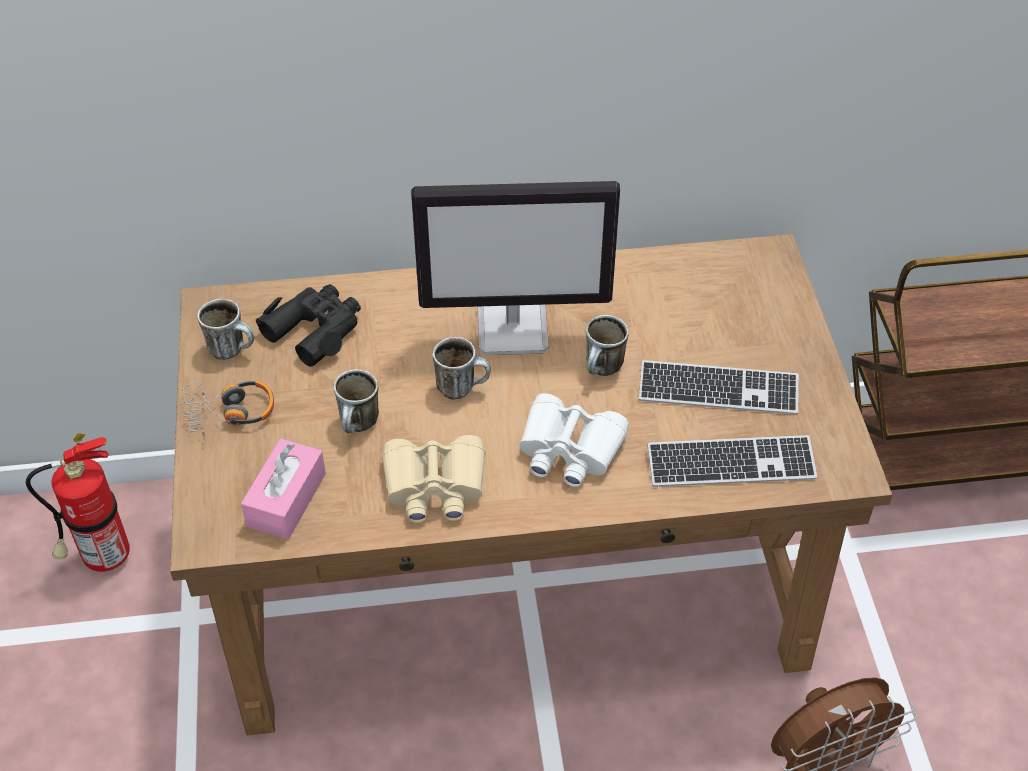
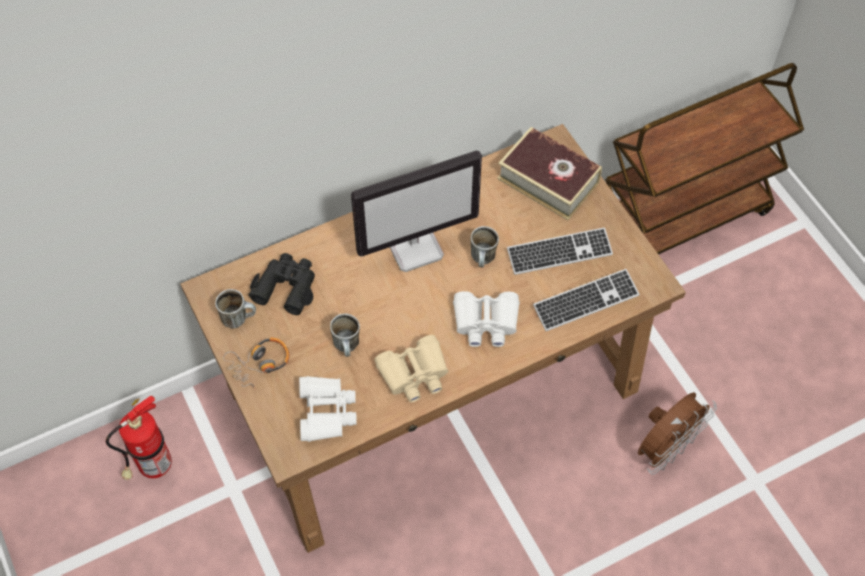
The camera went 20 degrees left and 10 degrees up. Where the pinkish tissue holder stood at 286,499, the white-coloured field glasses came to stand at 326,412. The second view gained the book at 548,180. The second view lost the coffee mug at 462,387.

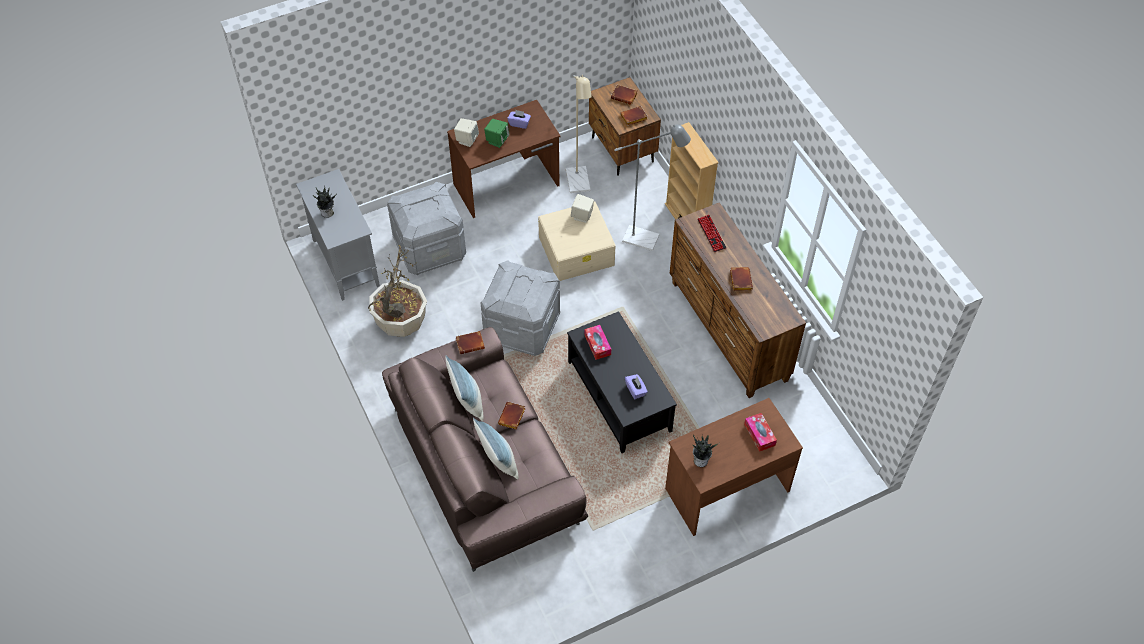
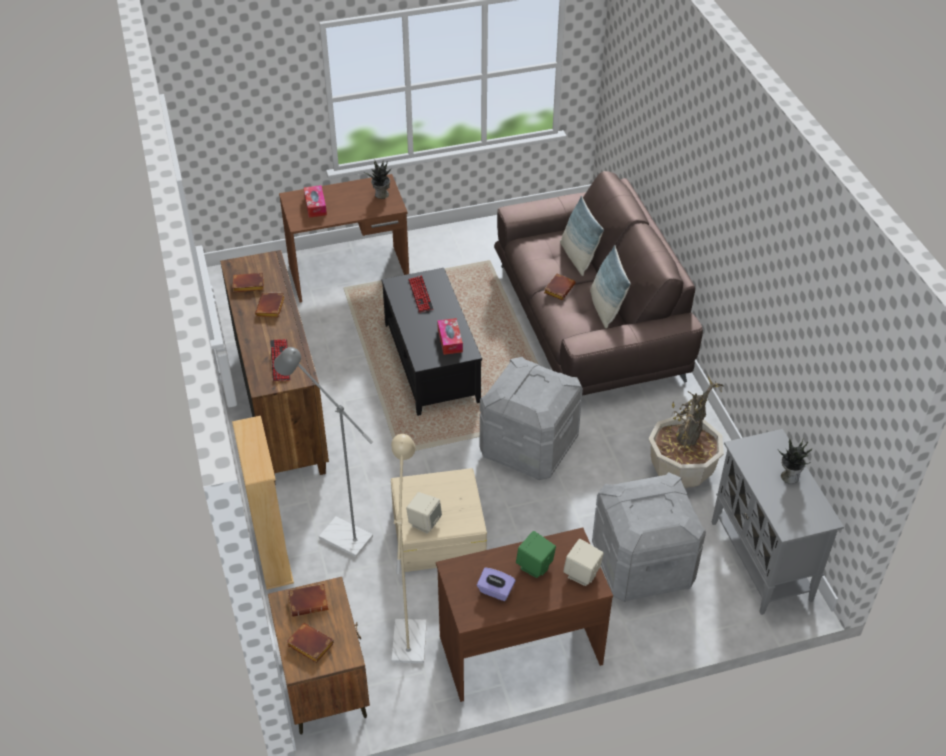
The camera went 170 degrees left and 10 degrees down. The brown book ended up elsewhere, having gone from 470,343 to 247,286. Where the purplish tissue holder stood at 635,390, the computer keyboard came to stand at 420,295.

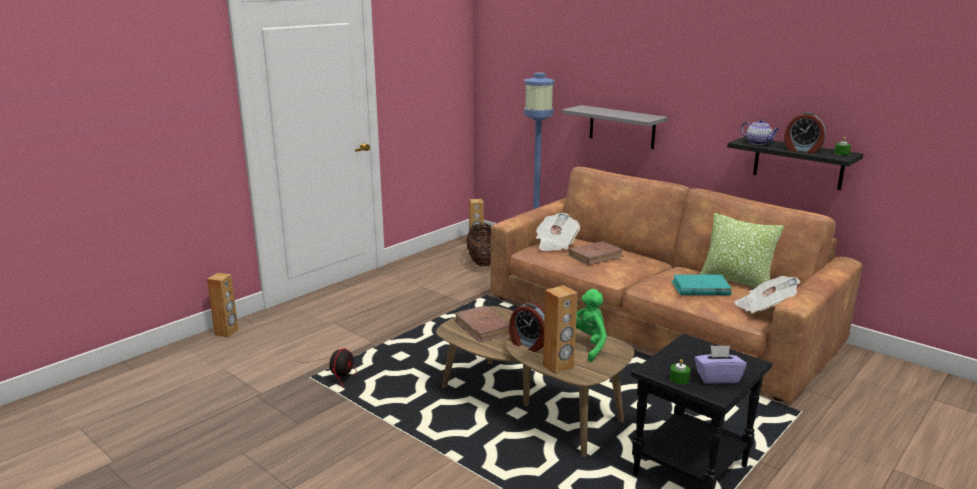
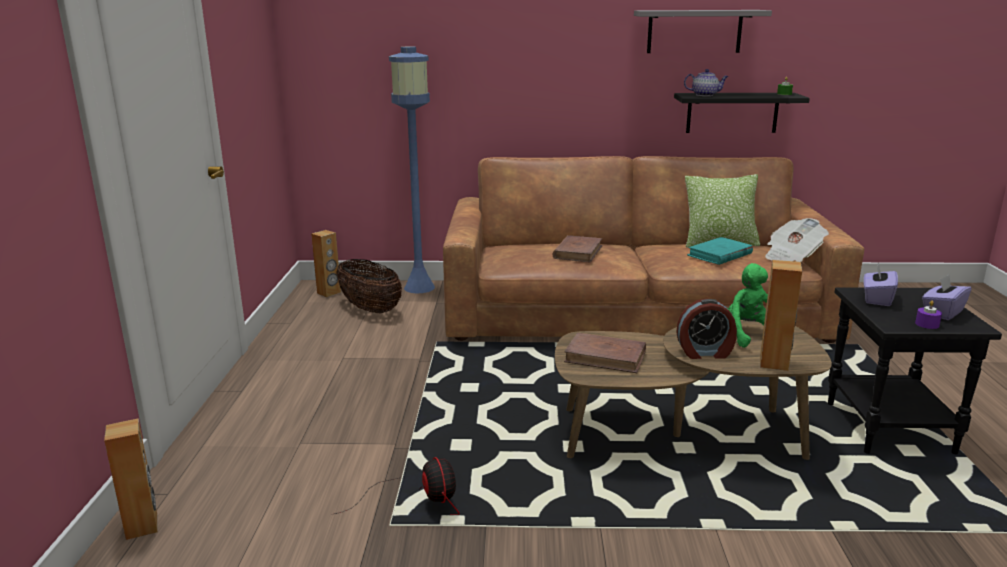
The camera went 40 degrees left and 0 degrees up. The grey wall shelf ended up elsewhere, having gone from 622,127 to 694,31. The second view gained the purplish tissue holder at 876,299. What was the green candle at 679,379 turned into the purplish candle at 927,324. The second view lost the printed paper at 555,244. The second view lost the alarm clock at 802,150.

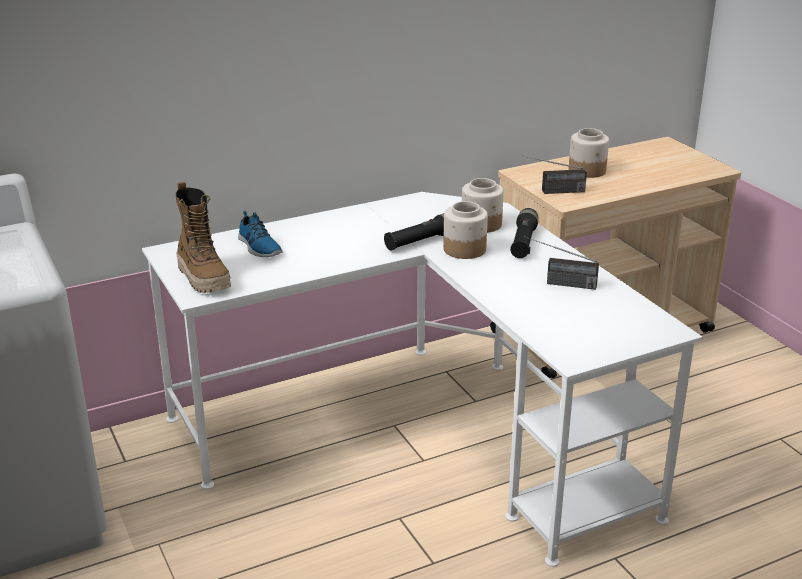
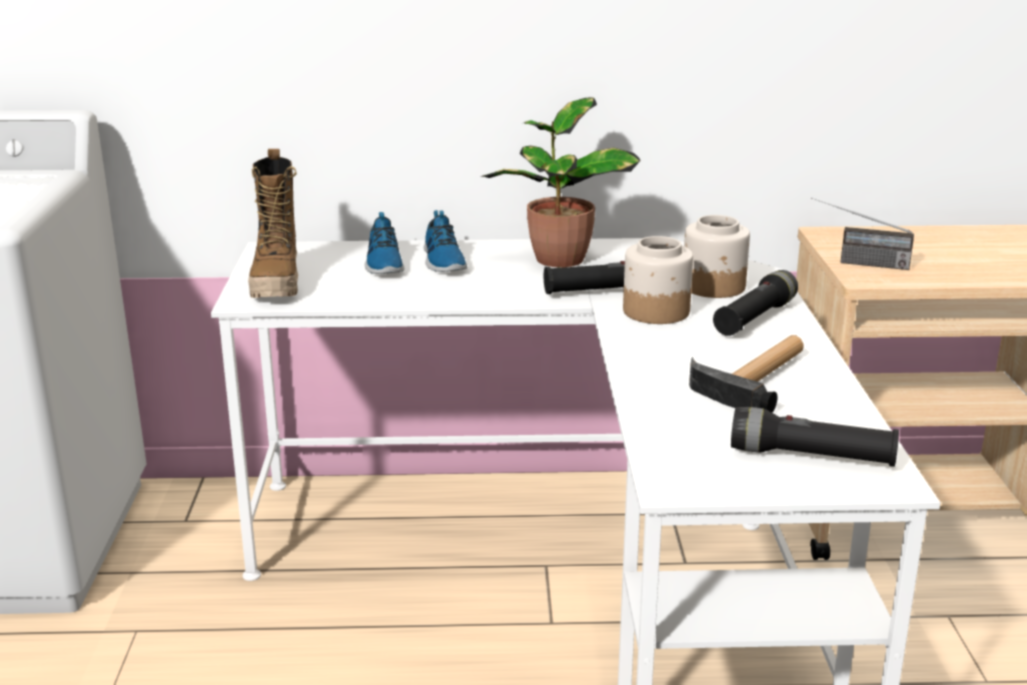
The camera went 25 degrees right and 5 degrees down. The second view gained the low shoe at 442,261. The second view gained the plant in a pot at 558,260. Where the radio stood at 558,283, the hand hammer came to stand at 757,378. The second view gained the blackish hand torch at 811,457. The second view lost the preserve jar at 587,171.

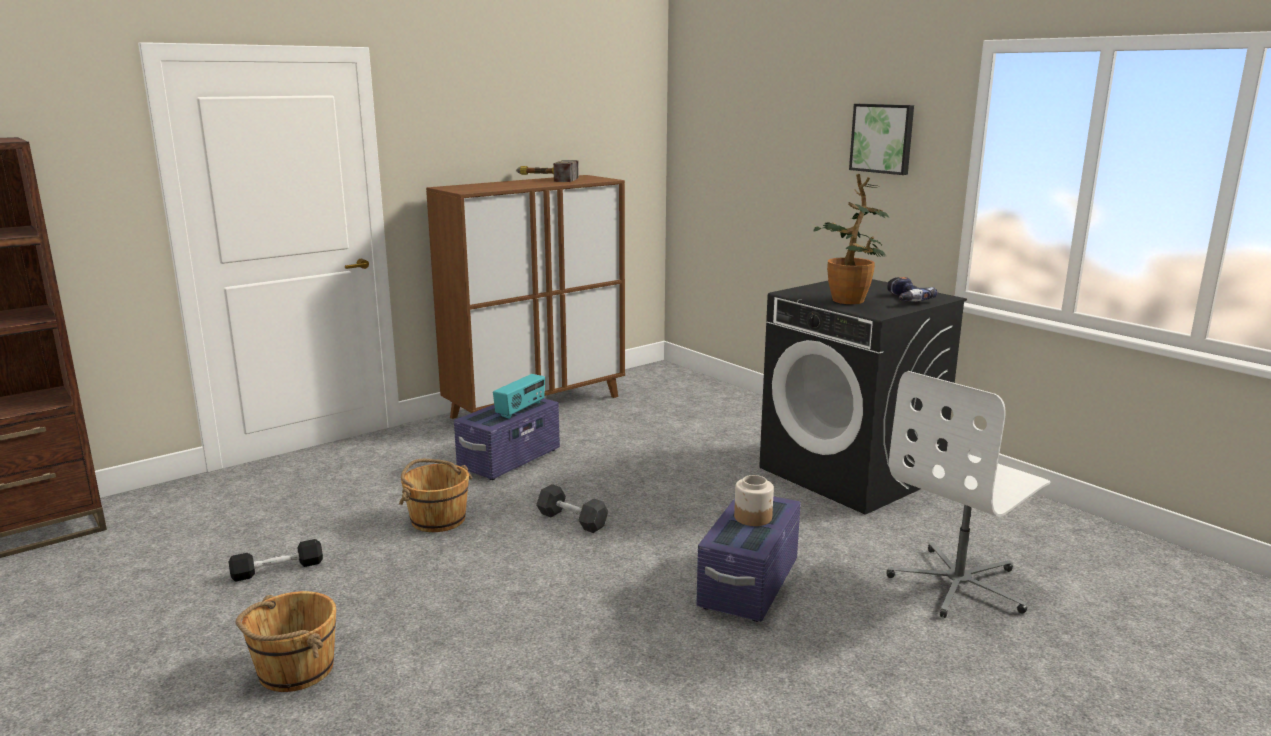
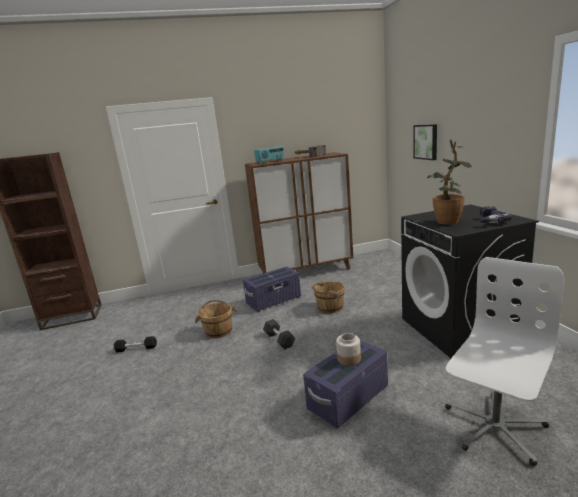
The camera went 25 degrees right and 0 degrees up. The radio ended up elsewhere, having gone from 521,409 to 270,162. The brown water bucket ended up elsewhere, having gone from 294,670 to 329,307. The wall picture ended up elsewhere, having gone from 883,138 to 426,142. The white-coloured desk chair at 959,584 ended up facing another way, 150 degrees clockwise from before.

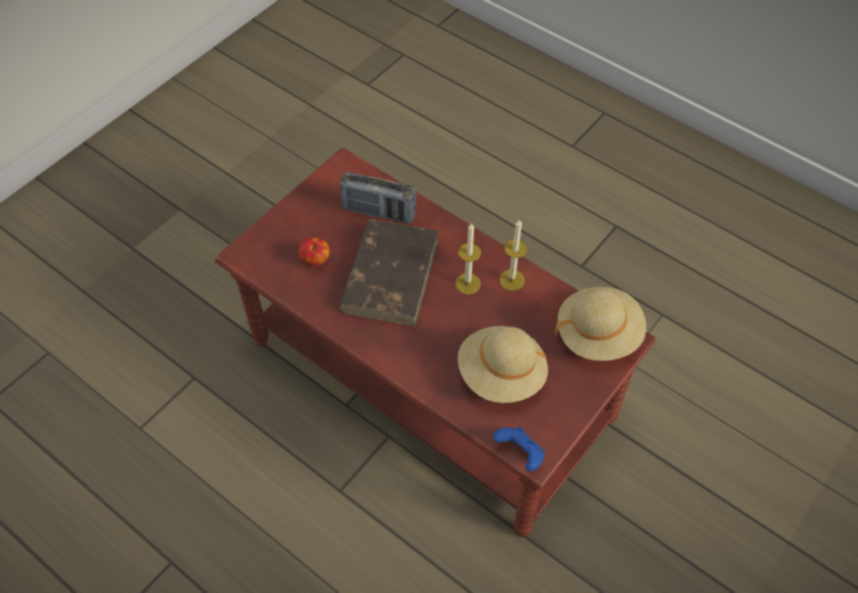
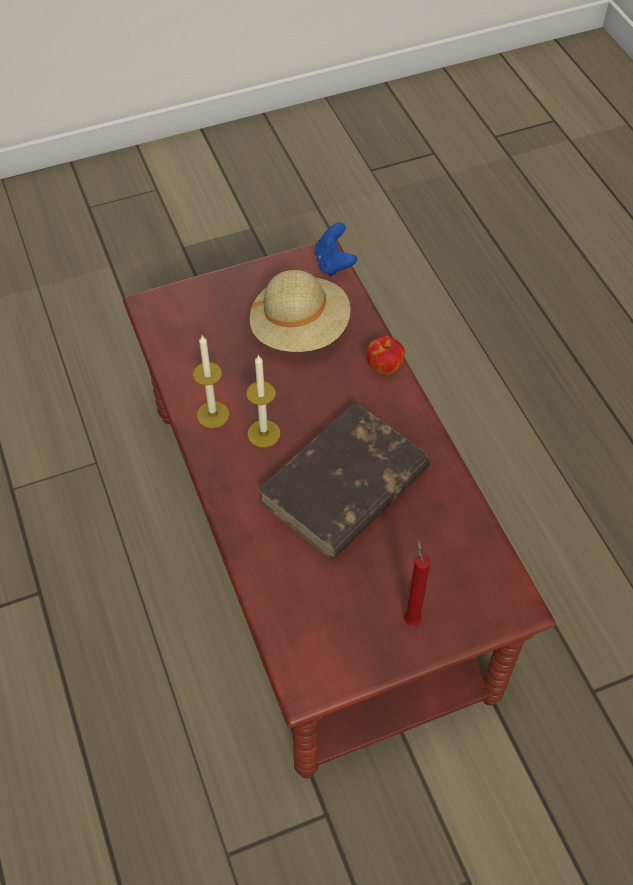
The camera went 150 degrees left and 0 degrees up. The apple fruit ended up elsewhere, having gone from 315,260 to 384,366. The second view gained the reddish candle at 411,618. The second view lost the radio at 378,212. The second view lost the beige wearable hat at 598,334.

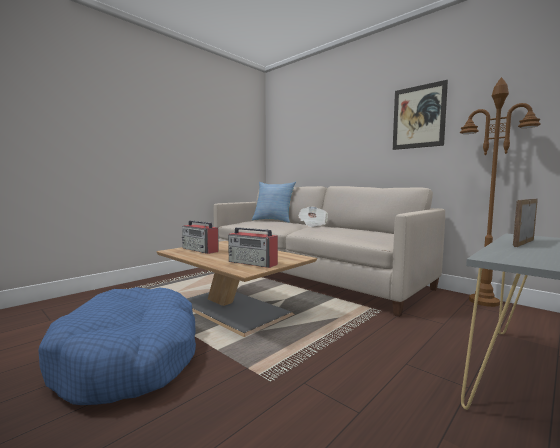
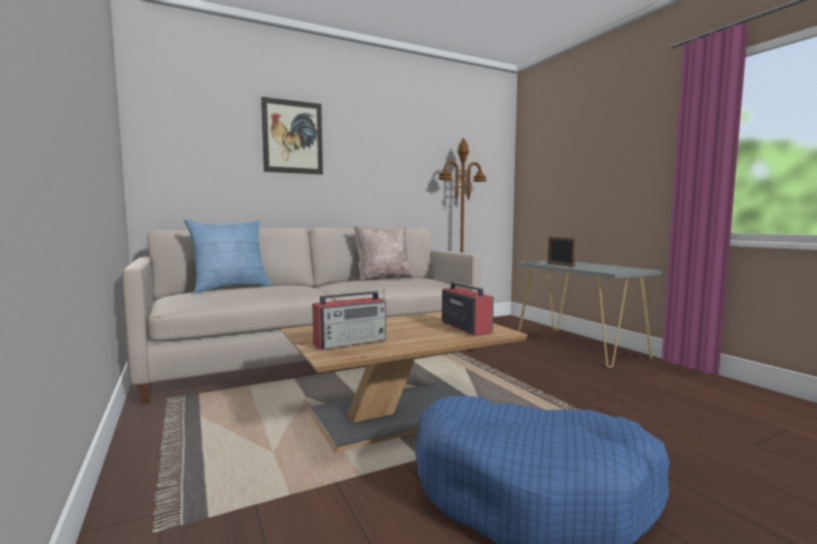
The camera went 70 degrees left and 0 degrees up. The wall picture ended up elsewhere, having gone from 418,117 to 293,137. The second view gained the beige pillow at 383,278. The radio at 253,263 ended up facing another way, 75 degrees counterclockwise from before. The second view lost the printed paper at 312,225.

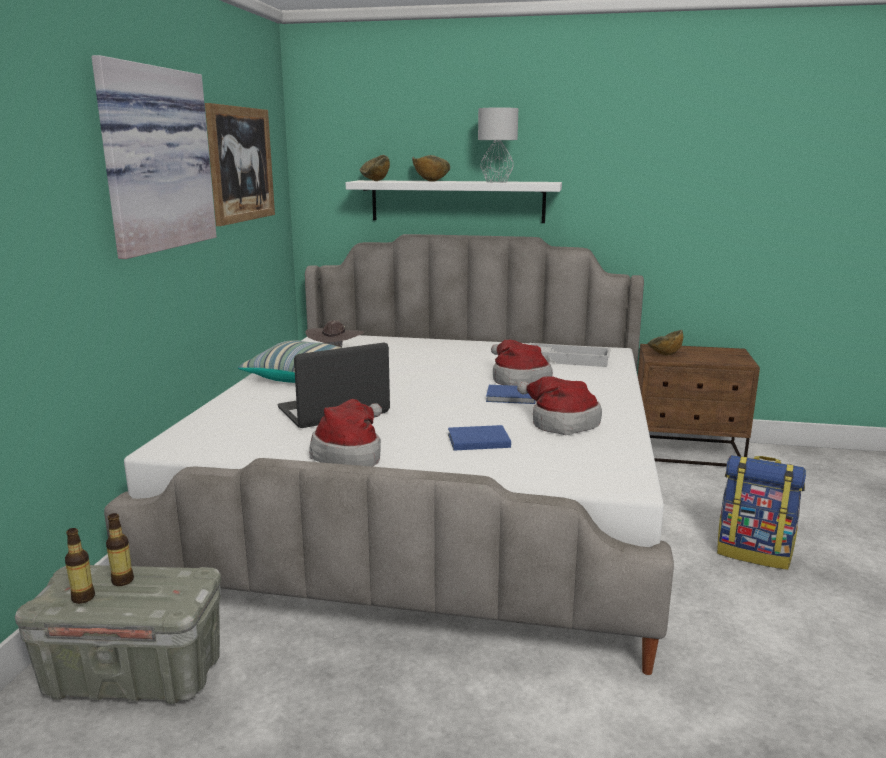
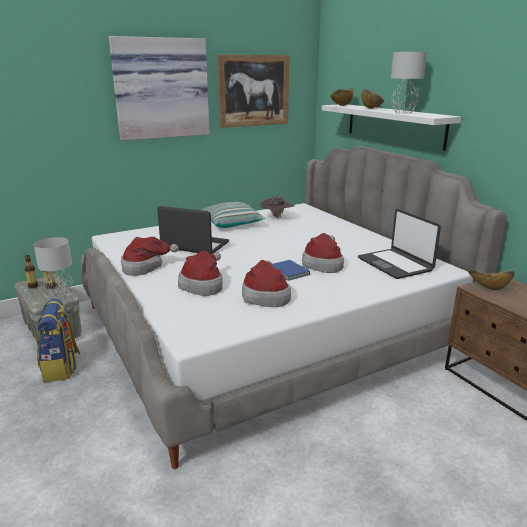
The camera went 50 degrees right and 5 degrees up. The second view gained the grey tabletop lamp at 59,294. The backpack ended up elsewhere, having gone from 754,553 to 61,368. Where the blue book stood at 476,440, the wearable hat came to stand at 203,285. Where the white-coloured serving tray stood at 568,360, the portable computer came to stand at 395,264.

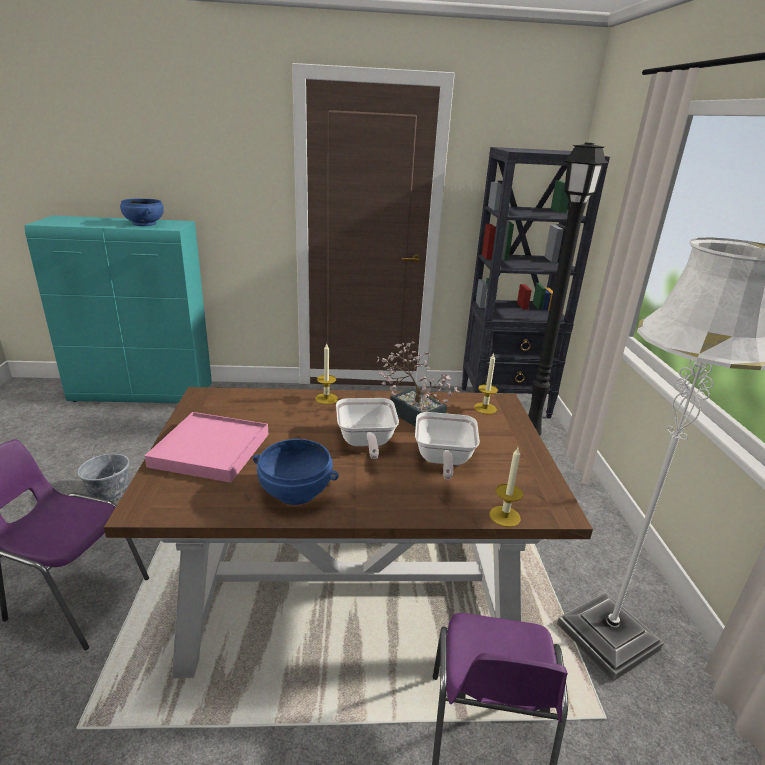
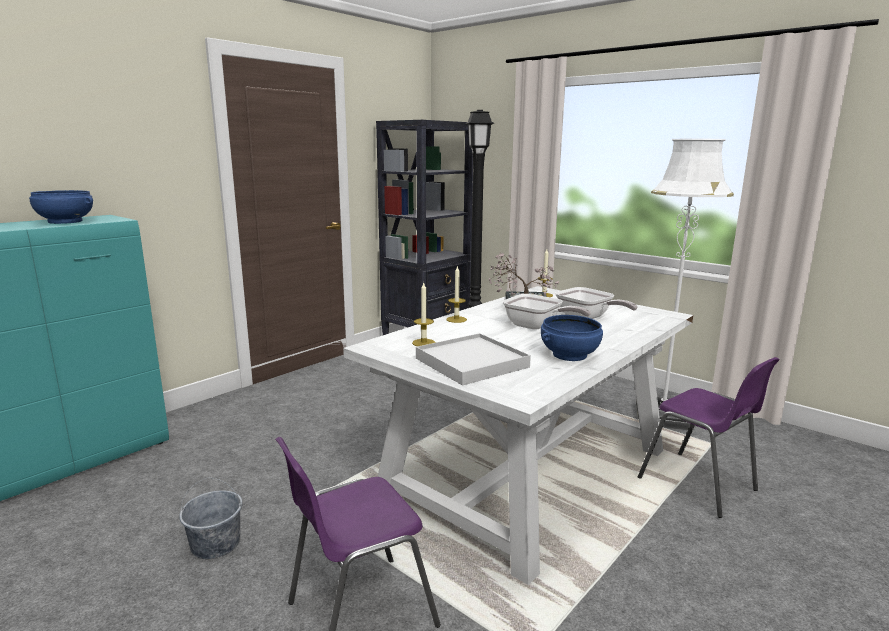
The camera went 45 degrees left and 10 degrees down. What was the brown dinner table at 349,587 turned into the white-coloured dinner table at 528,473. The candle ended up elsewhere, having gone from 504,516 to 423,343. What was the pinkish serving tray at 210,450 turned into the white-coloured serving tray at 471,363.

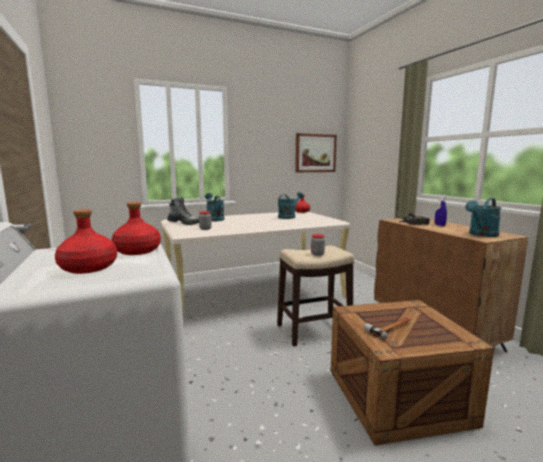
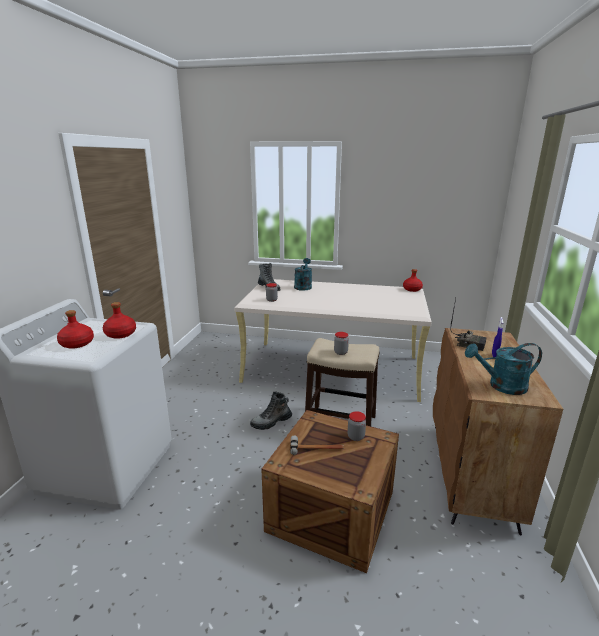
The camera went 35 degrees right and 10 degrees up. The second view gained the high-top boot at 271,422. The second view gained the preserve jar at 356,437. The second view lost the turquoise sprinkling can at 288,217. The second view lost the wall picture at 315,153.

